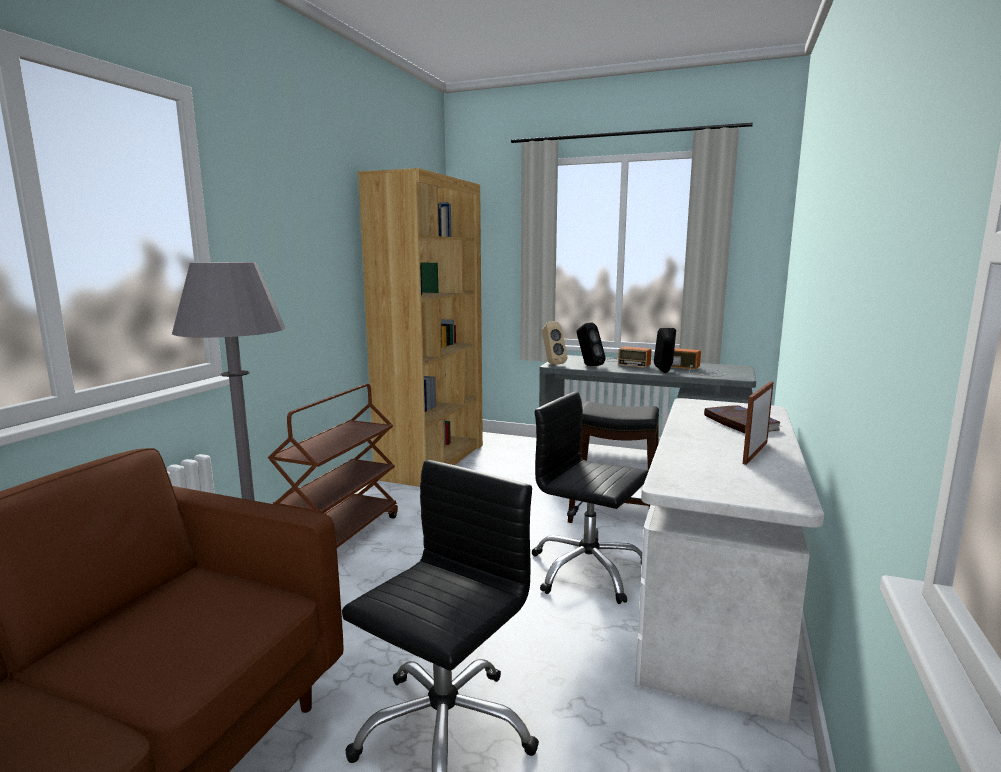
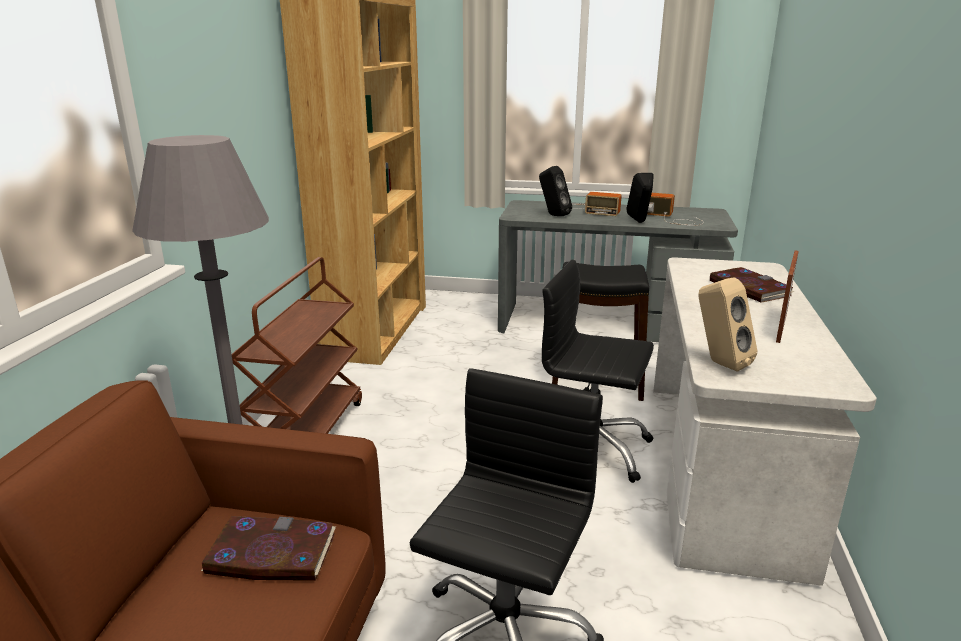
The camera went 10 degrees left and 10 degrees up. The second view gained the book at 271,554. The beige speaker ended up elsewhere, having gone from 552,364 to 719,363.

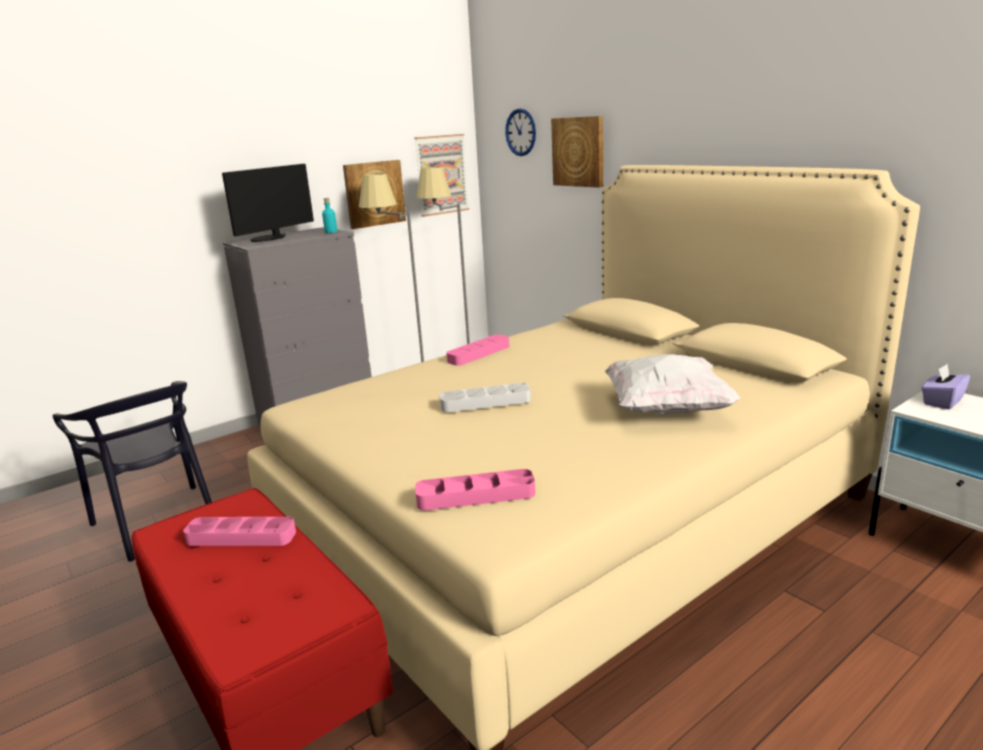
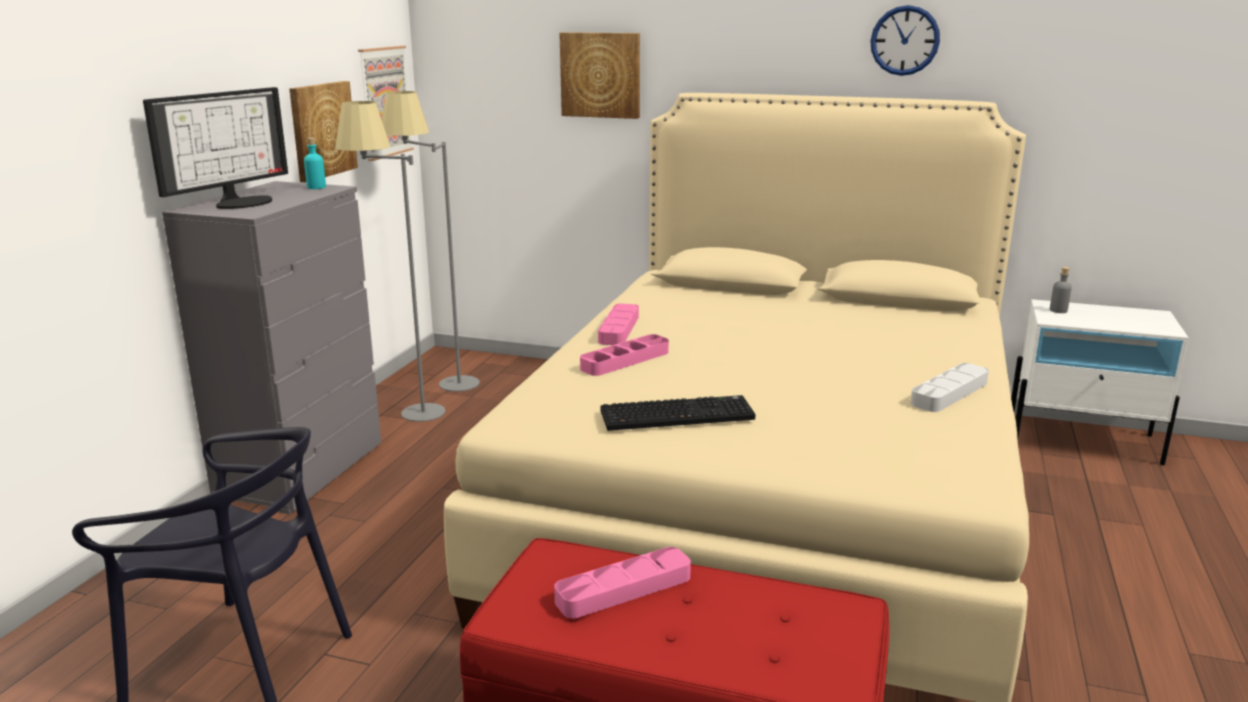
The camera went 35 degrees left and 0 degrees up. The computer display at 270,238 ended up facing another way, 150 degrees counterclockwise from before. The pinkish serving tray ended up elsewhere, having gone from 475,496 to 625,360. The second view gained the computer keyboard at 678,414. The clock on the wall ended up elsewhere, having gone from 521,132 to 904,40. The grey serving tray ended up elsewhere, having gone from 485,402 to 949,393. Where the purplish tissue holder stood at 942,401, the grey drink bottle came to stand at 1058,310. The second view lost the white-coloured pillow at 666,409.

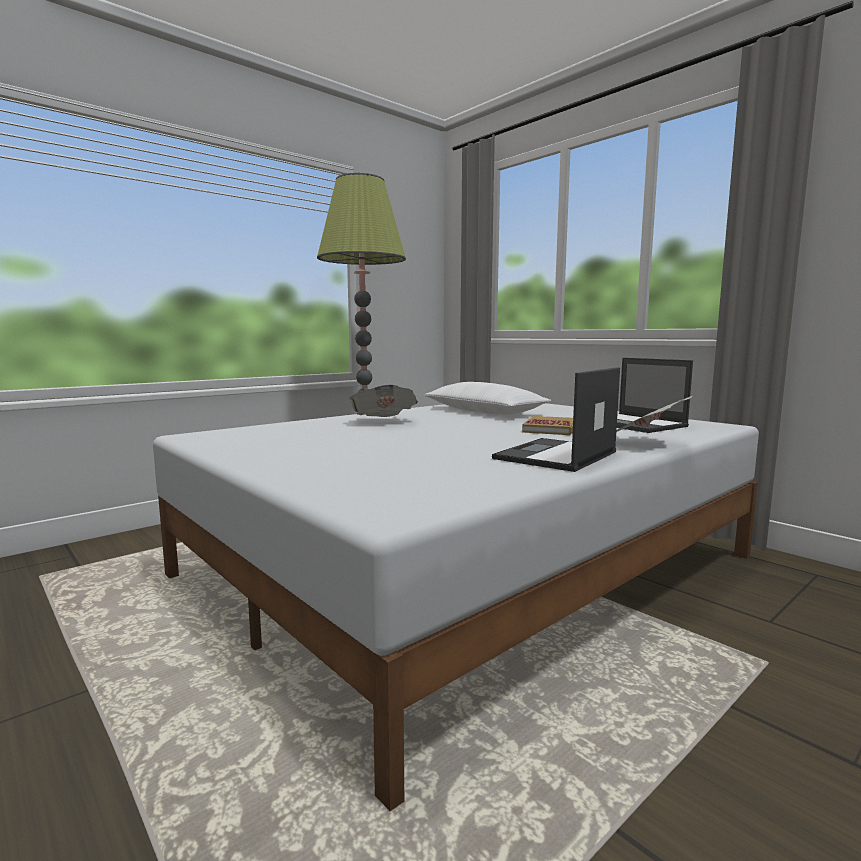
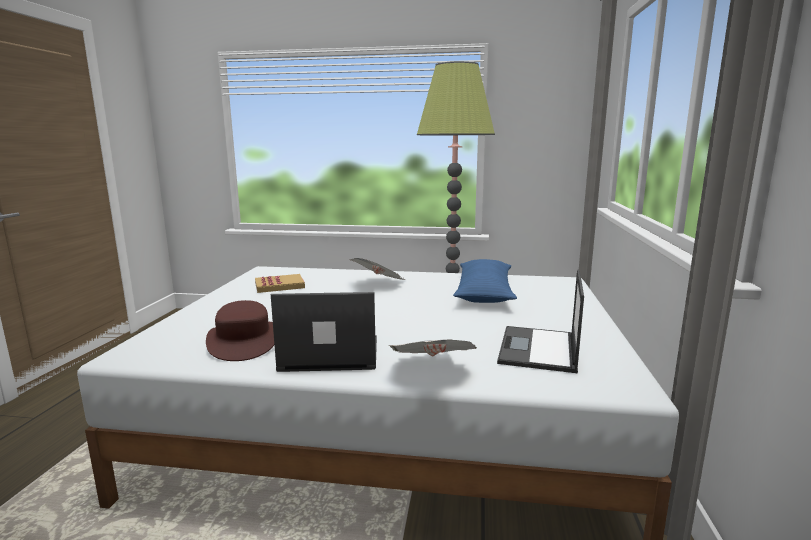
The camera went 50 degrees right and 5 degrees up. The second view gained the brown wearable hat at 244,341. The book ended up elsewhere, having gone from 550,428 to 279,285. What was the white-coloured pillow at 484,411 turned into the blue pillow at 484,292.

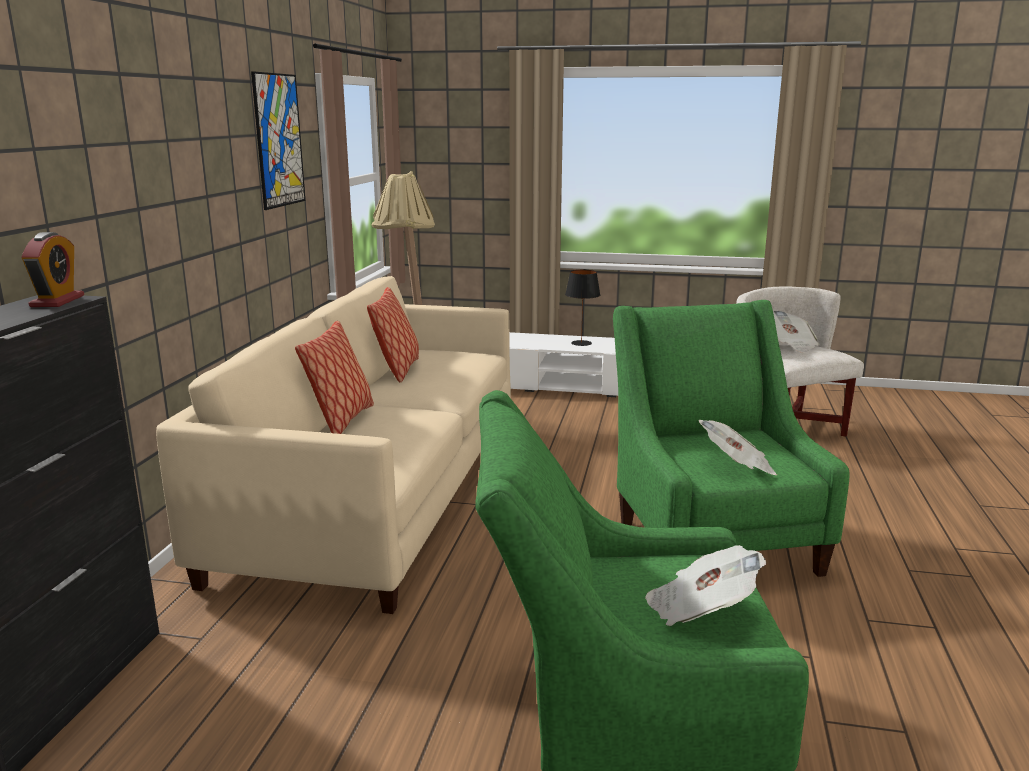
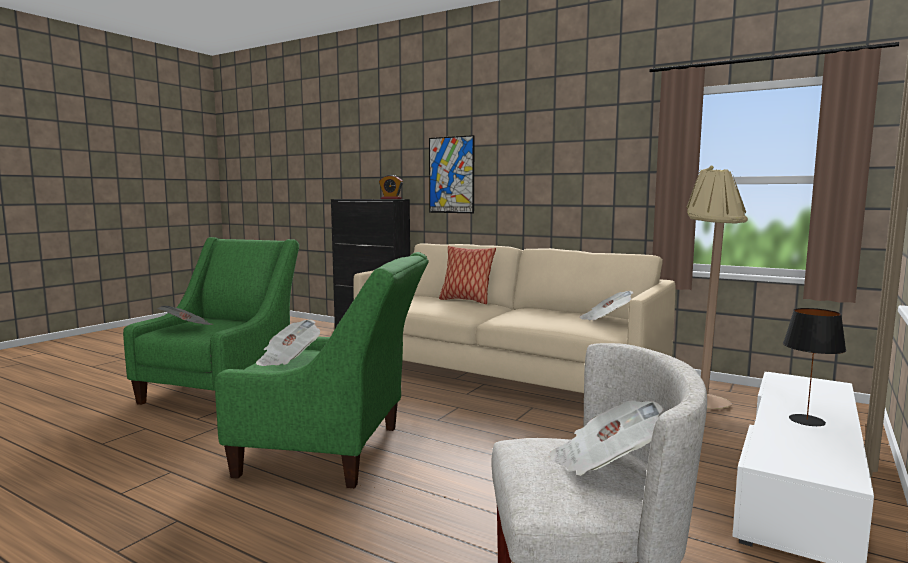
The camera went 110 degrees right and 10 degrees down. The wall picture ended up elsewhere, having gone from 279,140 to 451,175. The second view gained the printed paper at 605,319. The second view lost the pillow at 397,370.

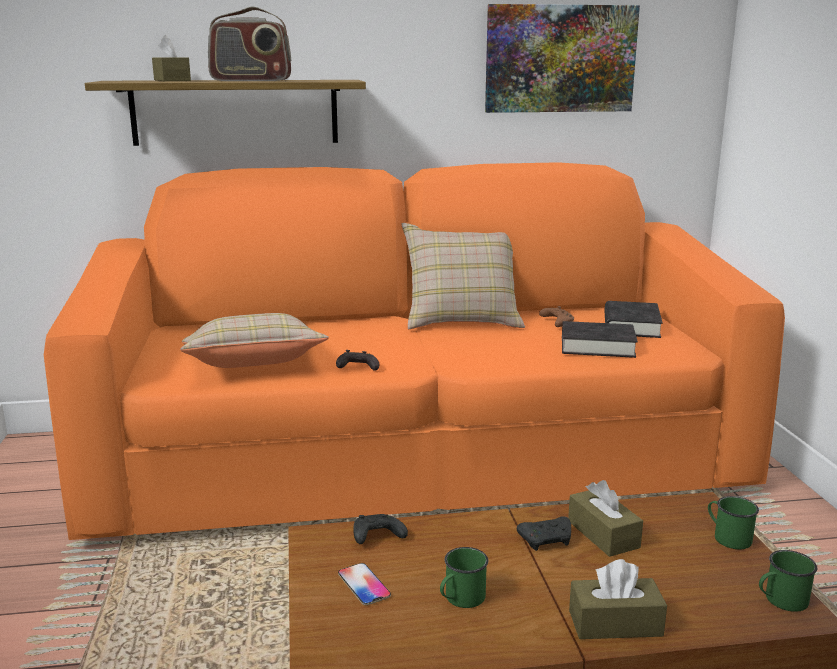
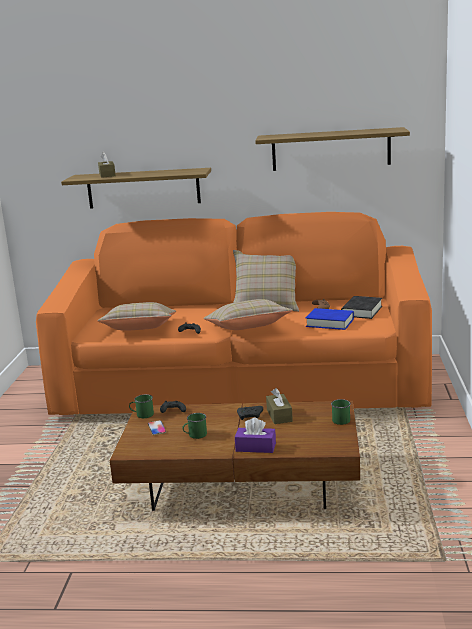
The camera went 15 degrees right and 0 degrees up. The green coffee mug ended up elsewhere, having gone from 781,601 to 142,415. The second view gained the beige pillow at 247,329. What was the brown tissue holder at 615,623 turned into the purplish tissue holder at 255,447. Where the wall picture hung at 560,59, the wall shelf came to hang at 330,149. What was the blackish book at 597,346 turned into the blue book at 330,323. The second view lost the radio at 251,80.

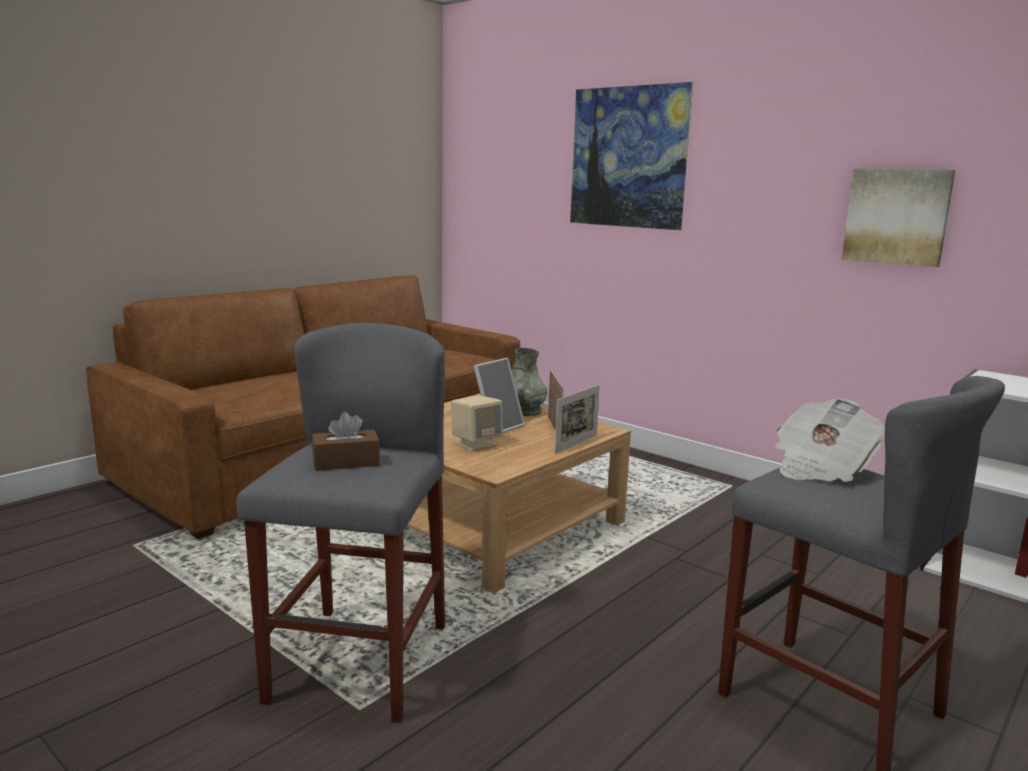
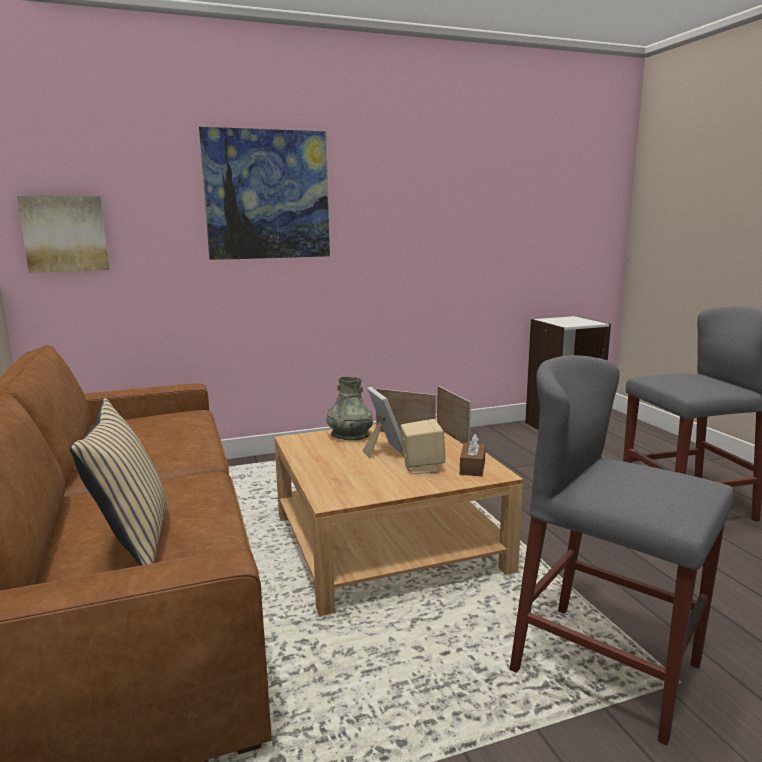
The camera went 60 degrees left and 0 degrees up. The wall picture ended up elsewhere, having gone from 897,216 to 65,233. The second view gained the beige pillow at 133,540. The brown tissue holder ended up elsewhere, having gone from 346,462 to 472,467. The second view lost the printed paper at 821,467.

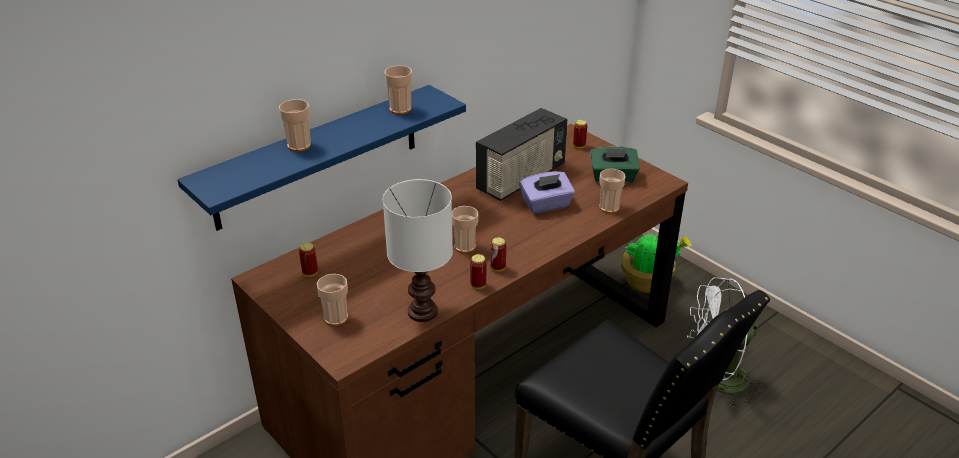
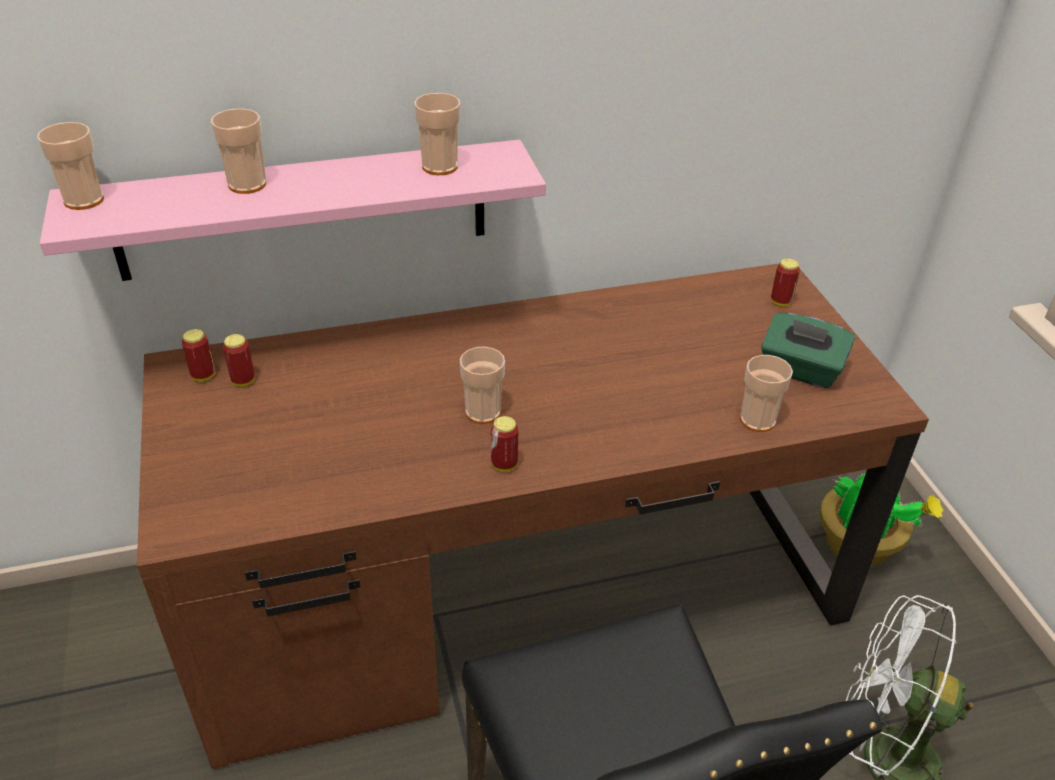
The camera went 25 degrees right and 5 degrees up. The drinking cup ended up elsewhere, having gone from 336,318 to 84,200. What was the blue wall shelf at 318,157 turned into the pinkish wall shelf at 303,210. The sealed can ended up elsewhere, having gone from 478,285 to 203,376. The second view lost the white-coloured tabletop lamp at 421,312. The second view lost the radio at 521,179. The second view lost the purplish tissue holder at 546,205.

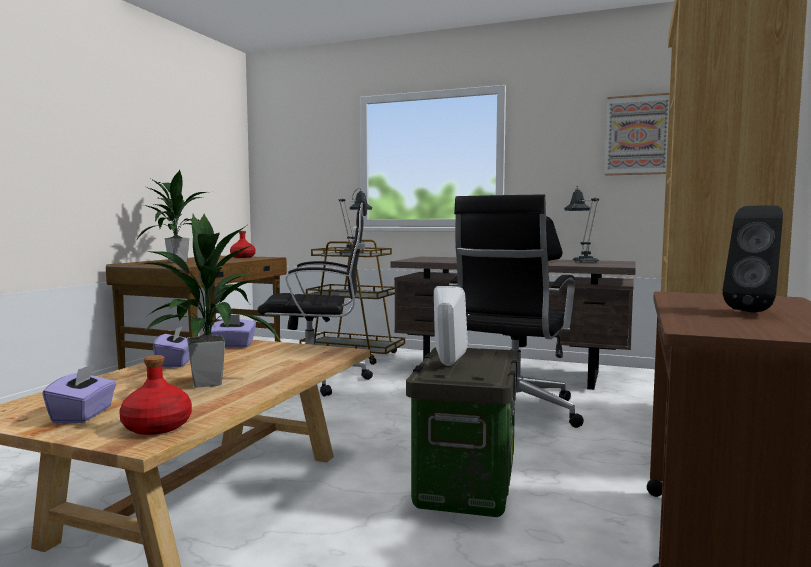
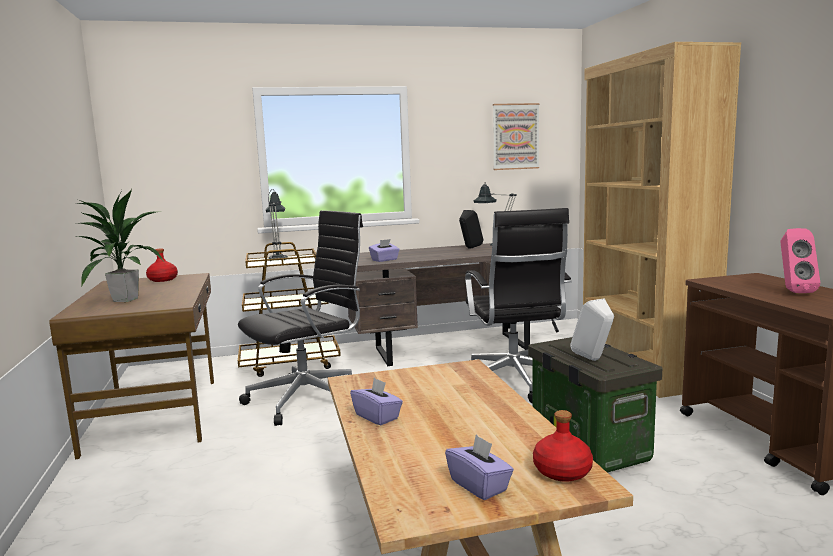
The camera went 35 degrees left and 5 degrees up. The purplish tissue holder ended up elsewhere, having gone from 232,346 to 385,260. What was the blackish speaker at 753,311 turned into the pinkish speaker at 793,291. The second view lost the plant in a pot at 206,383.

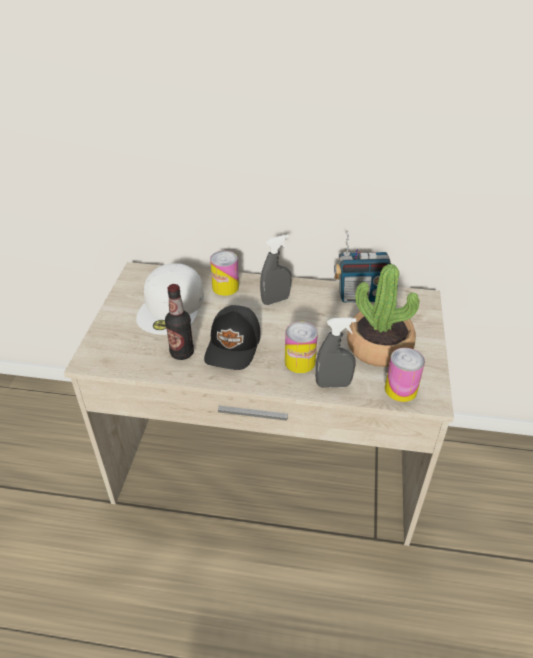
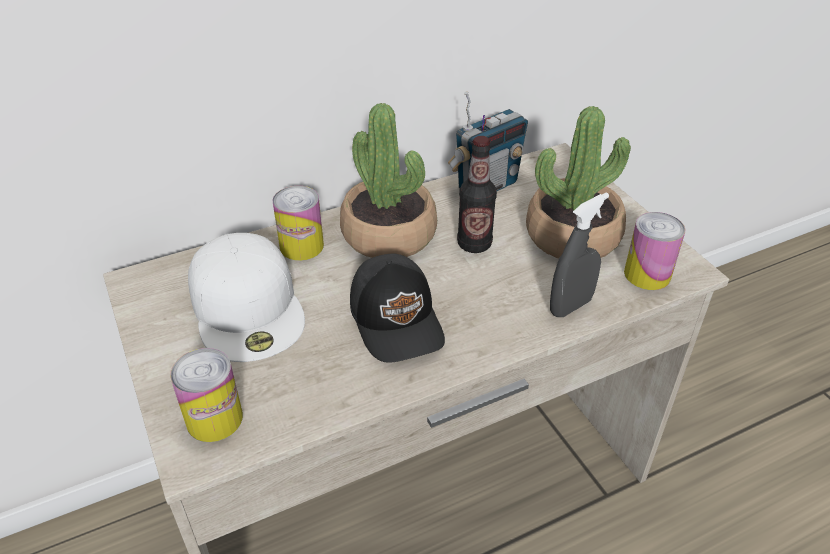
The camera went 35 degrees left and 0 degrees up. The sealed can ended up elsewhere, having gone from 300,362 to 214,419. Where the grey hand sprayer stood at 275,300, the plant in a pot came to stand at 389,234. The drink bottle ended up elsewhere, having gone from 182,353 to 474,244.

